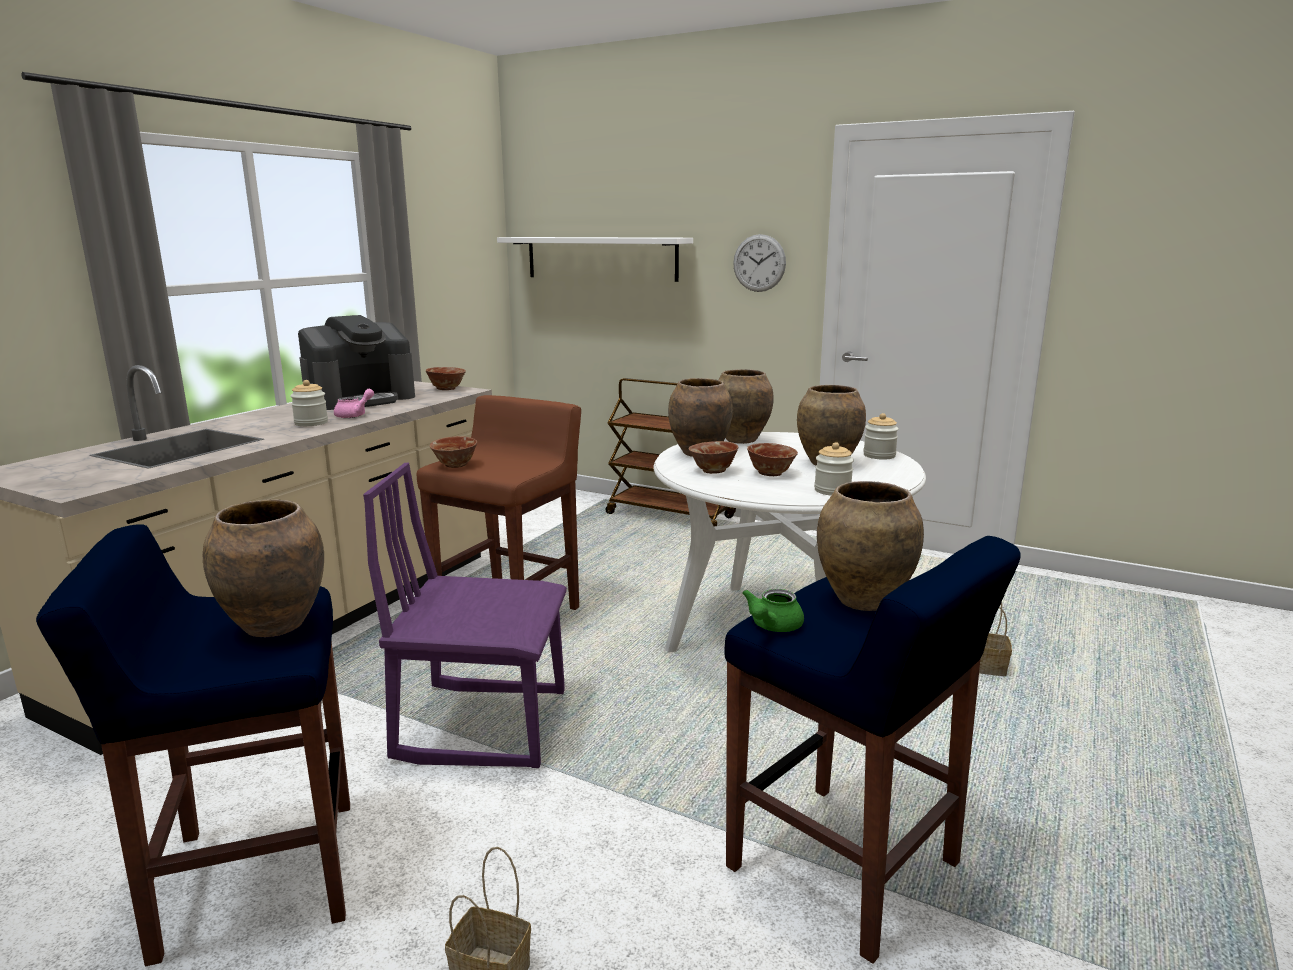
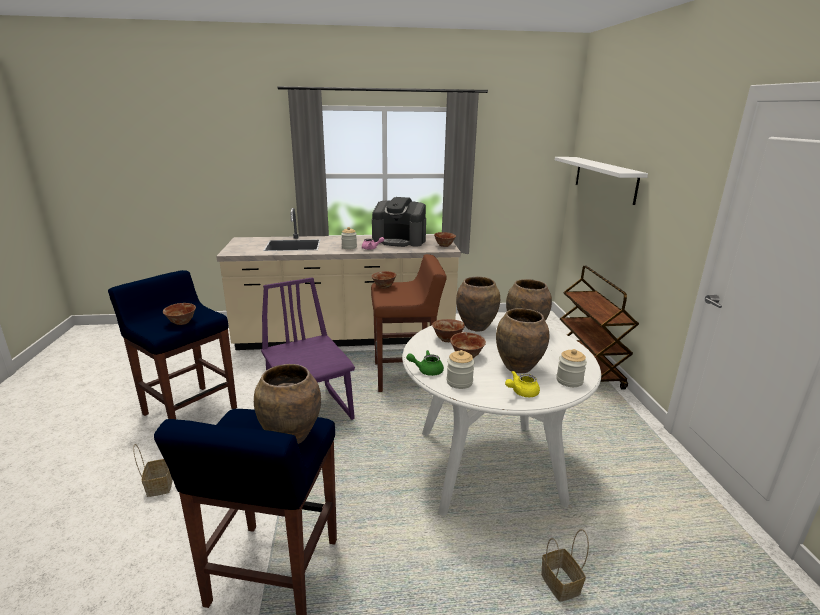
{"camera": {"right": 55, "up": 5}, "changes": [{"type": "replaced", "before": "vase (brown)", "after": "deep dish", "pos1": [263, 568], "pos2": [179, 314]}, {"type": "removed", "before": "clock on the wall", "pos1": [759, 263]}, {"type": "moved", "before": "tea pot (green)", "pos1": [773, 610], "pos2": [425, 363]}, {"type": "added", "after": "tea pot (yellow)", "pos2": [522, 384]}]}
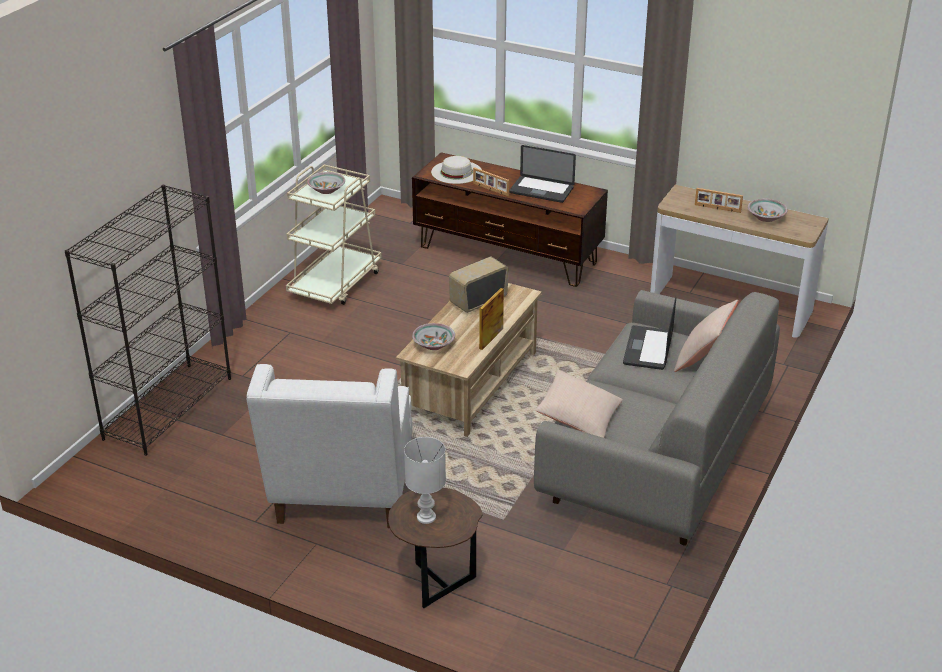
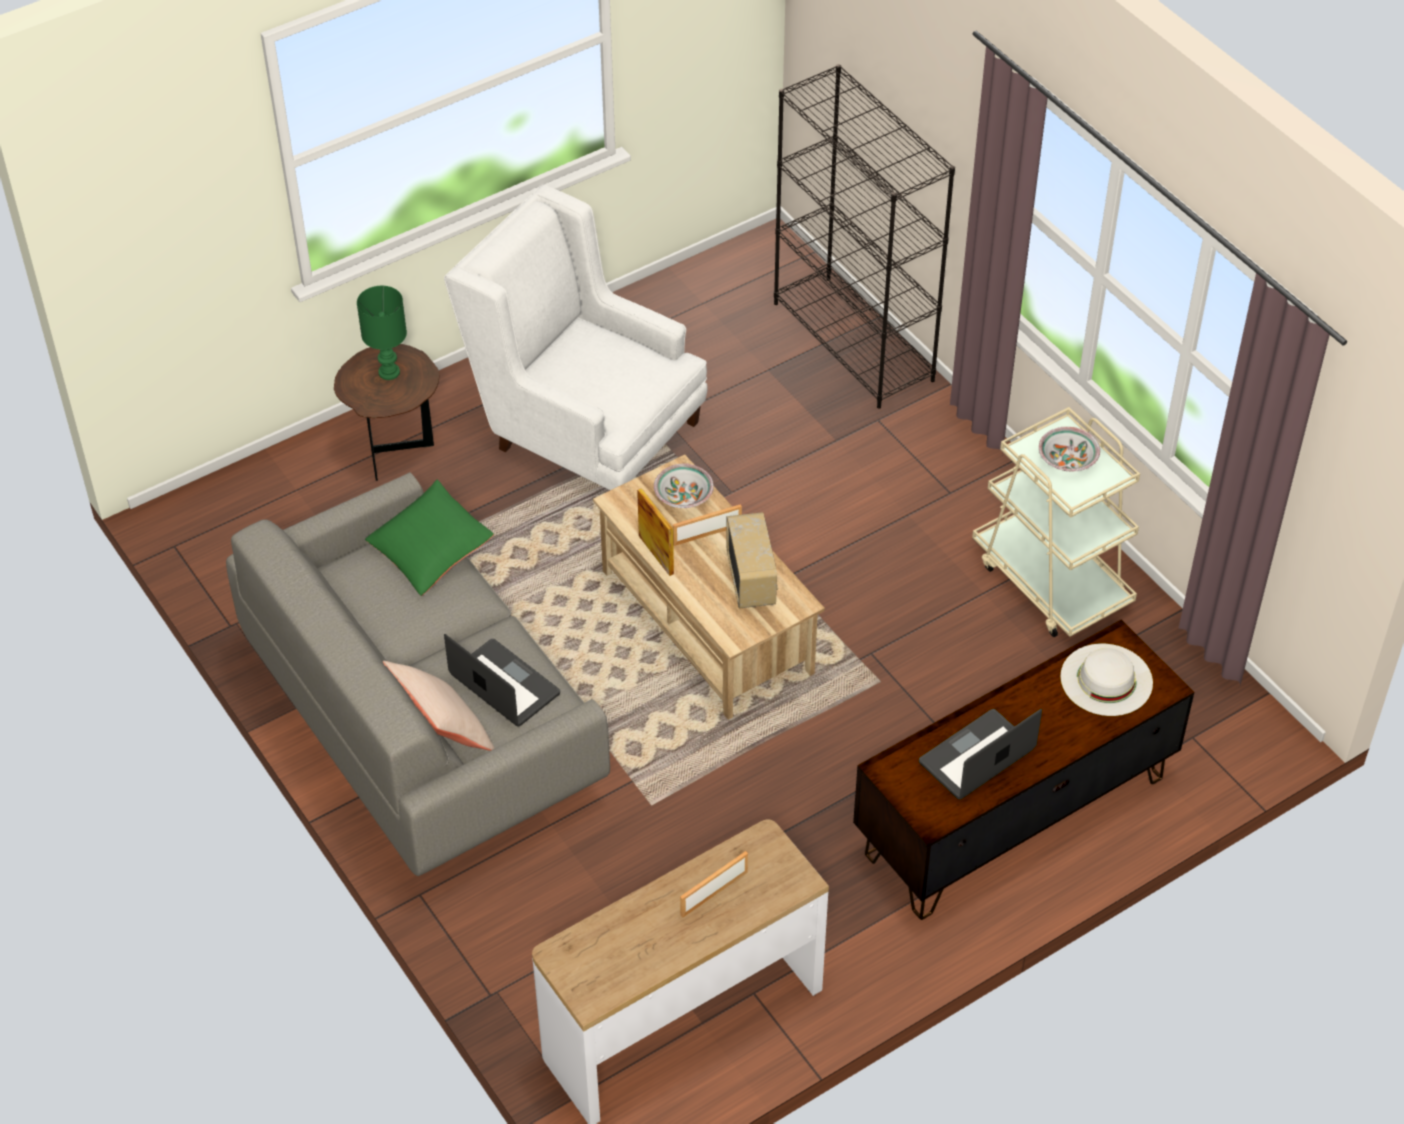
{"camera": {"right": 120, "up": 15}, "changes": [{"type": "recoloured", "before": "tabletop lamp (white)", "after": "tabletop lamp (green)", "pos1": [425, 480], "pos2": [382, 333]}, {"type": "moved", "before": "picture frame", "pos1": [491, 181], "pos2": [707, 525]}, {"type": "recoloured", "before": "cushion (beige)", "after": "cushion (green)", "pos1": [579, 404], "pos2": [429, 538]}, {"type": "removed", "before": "deep dish", "pos1": [768, 210]}]}
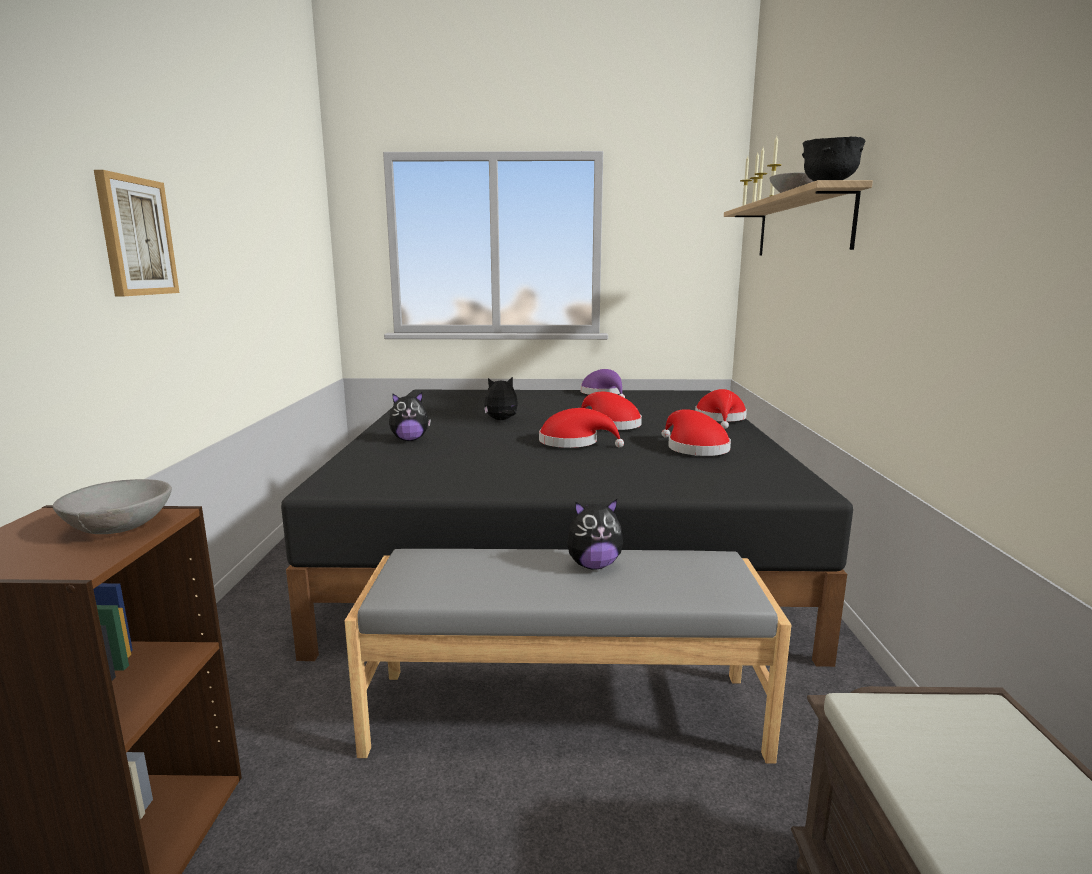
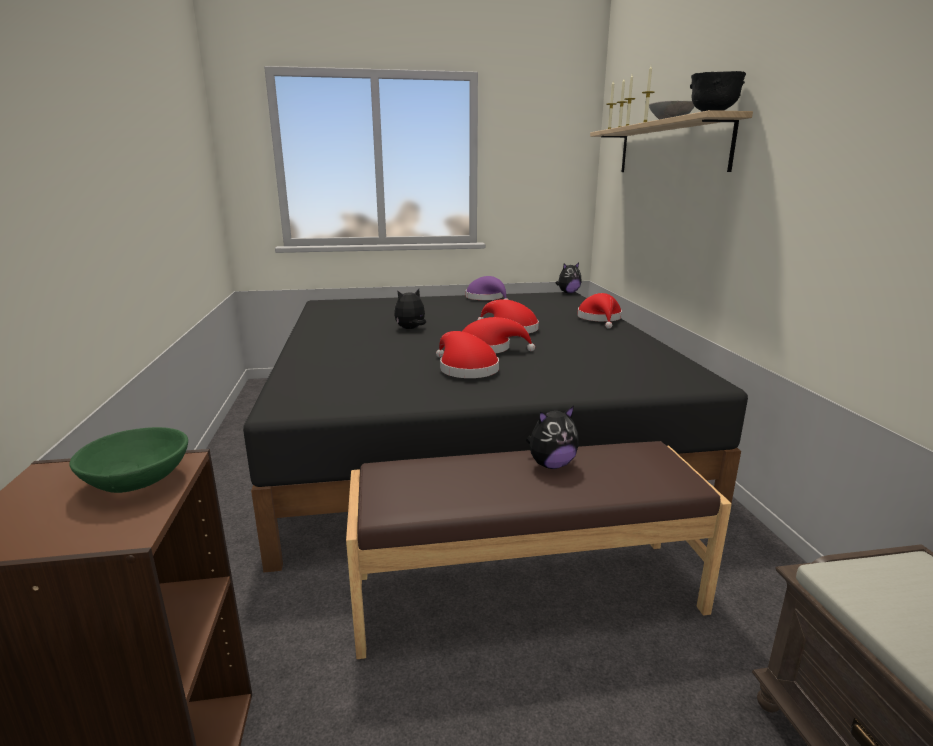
{"camera": {"right": -10, "up": 5}, "changes": [{"type": "recoloured", "before": "deep dish (gray)", "after": "deep dish (green)", "pos1": [112, 506], "pos2": [128, 460]}, {"type": "removed", "before": "picture", "pos1": [137, 233]}, {"type": "recoloured", "before": "long seat (gray)", "after": "long seat (brown)", "pos1": [568, 656], "pos2": [539, 550]}, {"type": "moved", "before": "plush toy", "pos1": [410, 416], "pos2": [568, 278]}, {"type": "moved", "before": "hat (red)", "pos1": [696, 432], "pos2": [467, 354]}]}
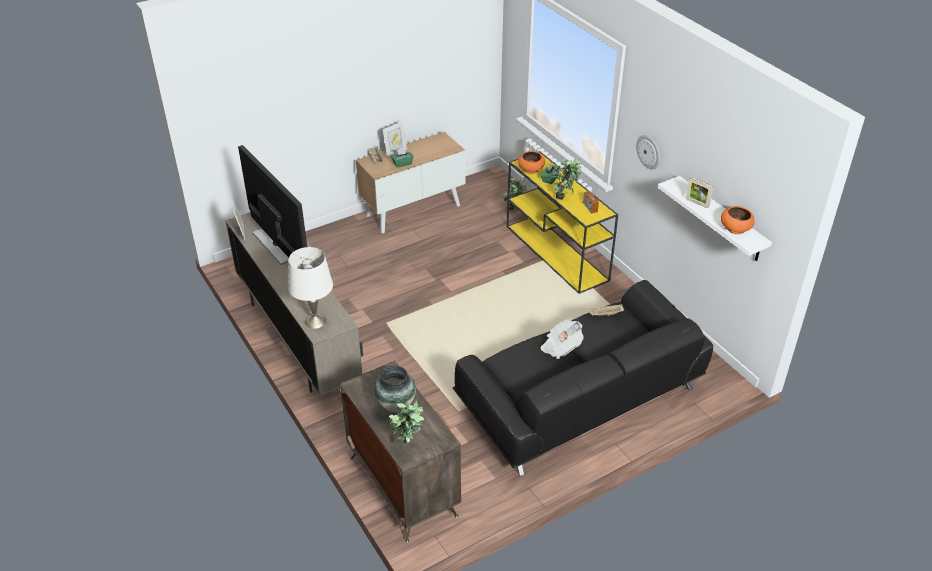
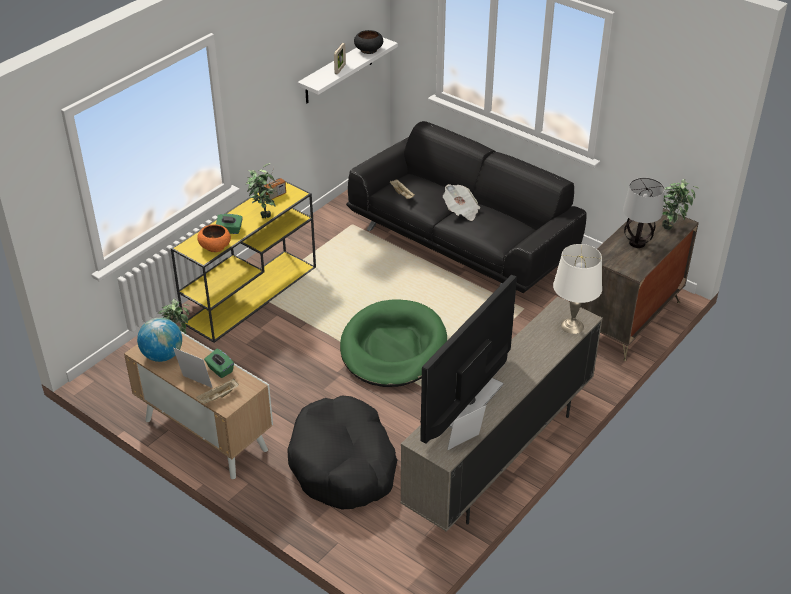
{"camera": {"right": -110, "up": 0}, "changes": [{"type": "replaced", "before": "vase", "after": "tabletop lamp", "pos1": [395, 389], "pos2": [644, 213]}, {"type": "removed", "before": "clock on the wall", "pos1": [648, 152]}, {"type": "recoloured", "before": "deep dish (orange)", "after": "deep dish (black)", "pos1": [738, 220], "pos2": [368, 42]}, {"type": "added", "after": "globe", "pos2": [159, 340]}, {"type": "added", "after": "dog cushion (black)", "pos2": [342, 452]}, {"type": "added", "after": "dog cushion (green)", "pos2": [393, 343]}]}
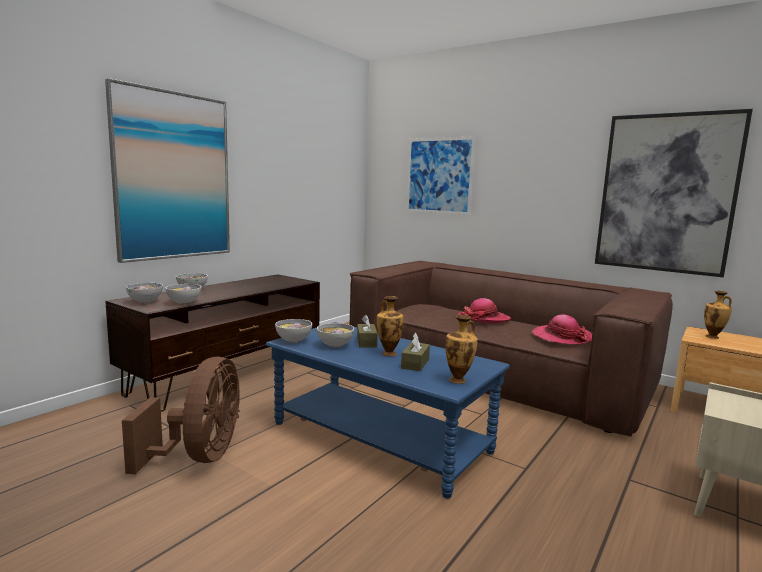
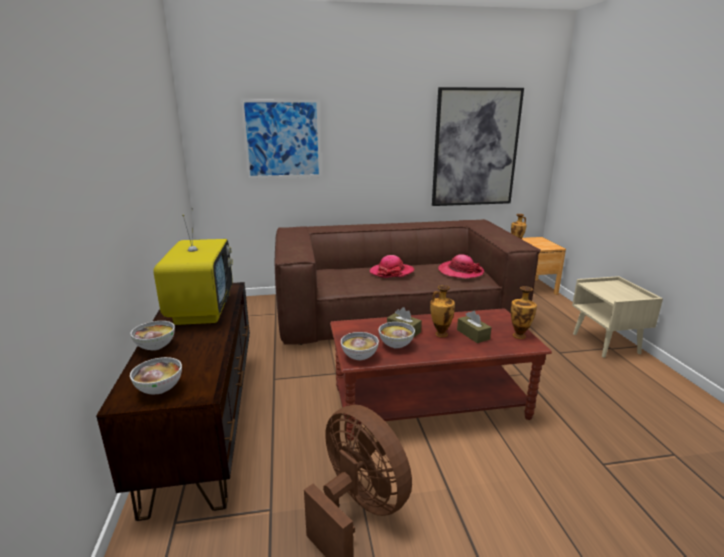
{"camera": {"right": -45, "up": 10}, "changes": [{"type": "removed", "before": "picture", "pos1": [167, 170]}, {"type": "removed", "before": "deep dish", "pos1": [183, 294]}, {"type": "recoloured", "before": "coffee table (blue)", "after": "coffee table (brown)", "pos1": [387, 410], "pos2": [441, 374]}, {"type": "added", "after": "TV", "pos2": [193, 266]}]}
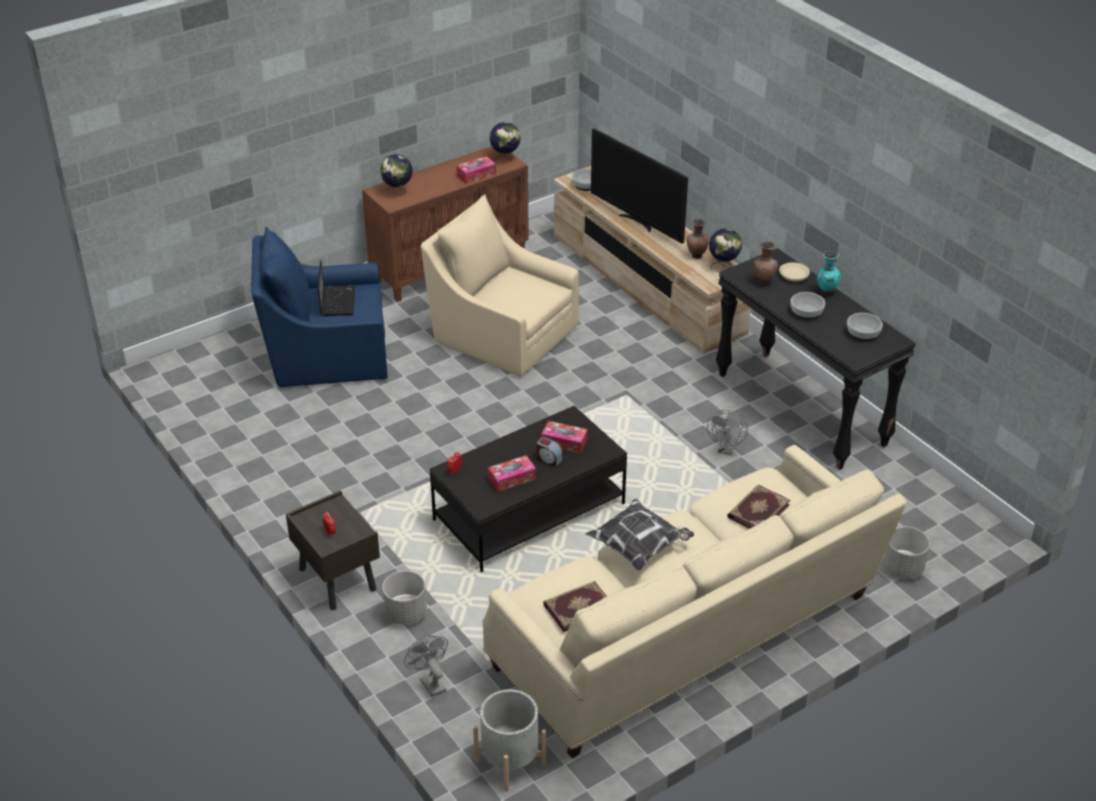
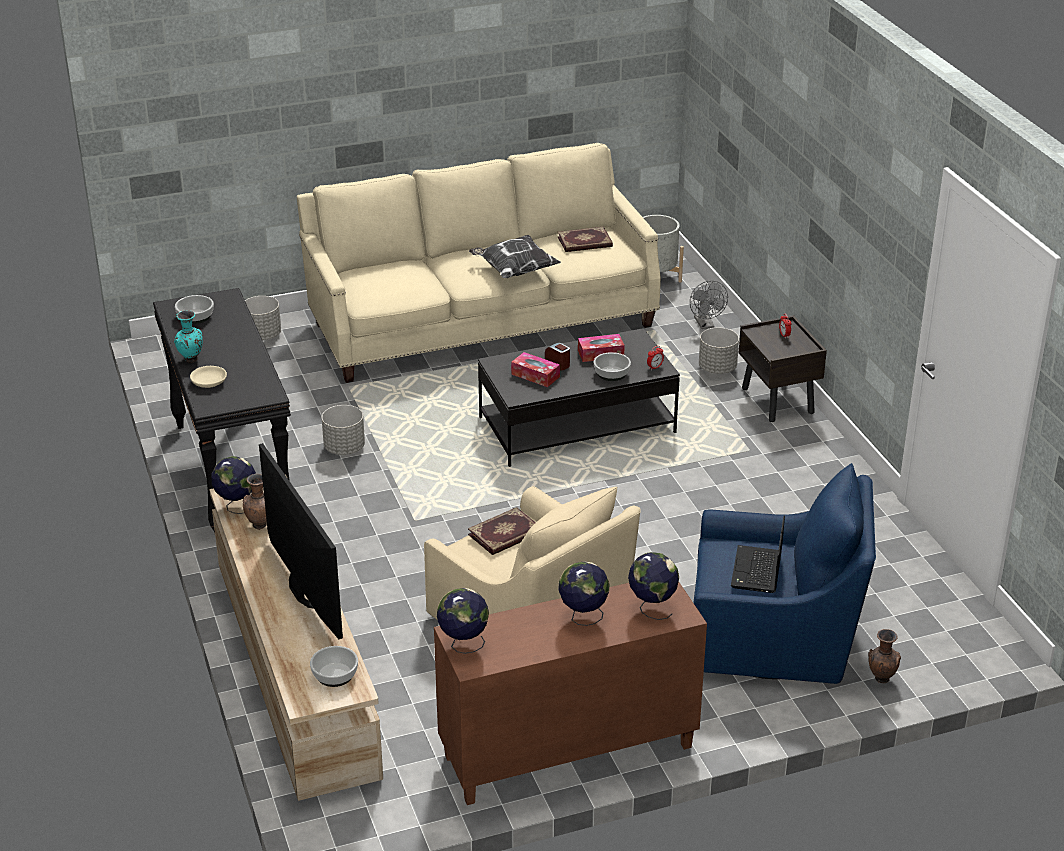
{"camera": {"right": -165, "up": -5}, "changes": [{"type": "removed", "before": "tissue box", "pos1": [476, 170]}, {"type": "replaced", "before": "electric fan (gray)", "after": "flower pot (gray)", "pos1": [727, 432], "pos2": [343, 430]}, {"type": "moved", "before": "volume", "pos1": [758, 507], "pos2": [502, 531]}, {"type": "moved", "before": "vase (brown)", "pos1": [765, 263], "pos2": [884, 656]}, {"type": "moved", "before": "deep dish", "pos1": [807, 306], "pos2": [612, 366]}, {"type": "added", "after": "globe", "pos2": [583, 594]}]}
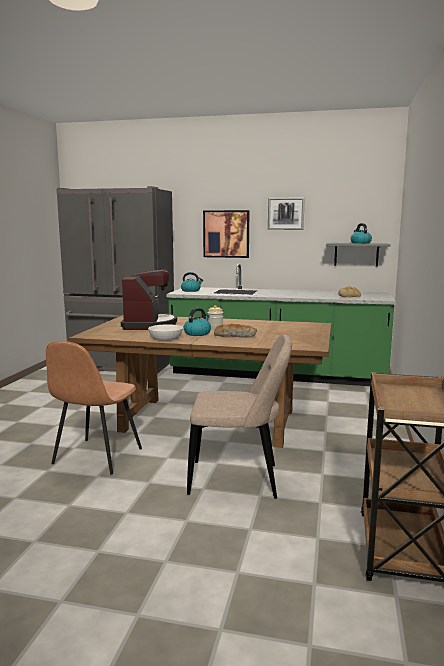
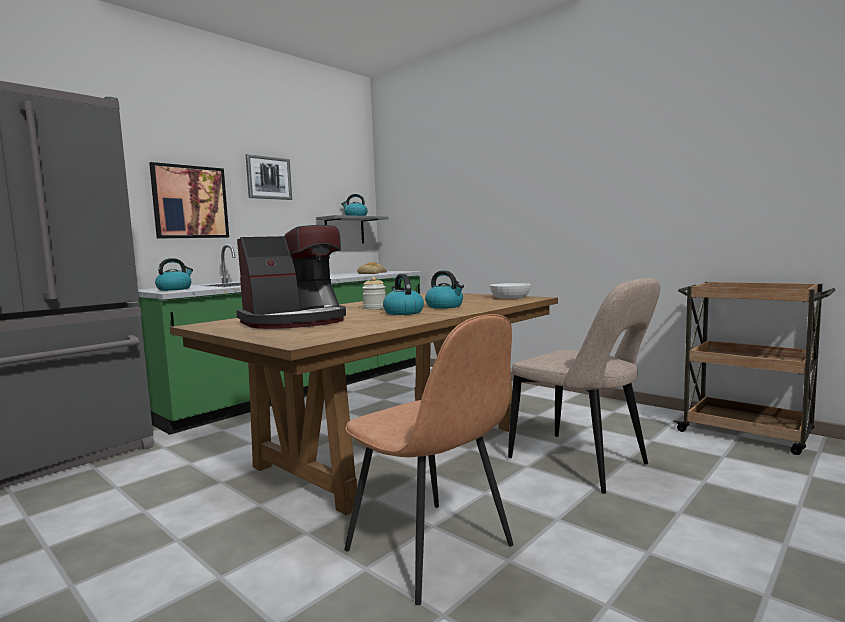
{"camera": {"right": -60, "up": -5}, "changes": [{"type": "turned", "before": "coffee machine", "pos1": [149, 299], "pos2": [291, 277], "turn": 120}, {"type": "moved", "before": "deep dish (white)", "pos1": [165, 332], "pos2": [510, 291]}, {"type": "turned", "before": "upright chair (beige)", "pos1": [239, 416], "pos2": [584, 386], "turn": 105}, {"type": "replaced", "before": "bread", "after": "kettle", "pos1": [235, 330], "pos2": [444, 289]}]}
